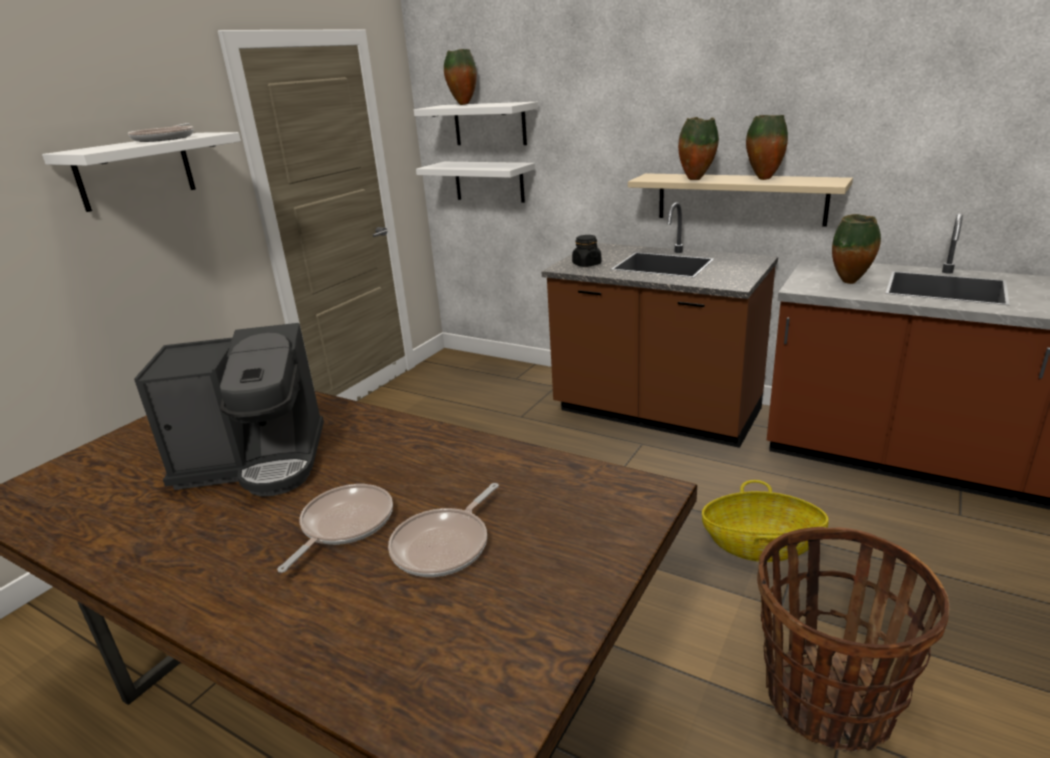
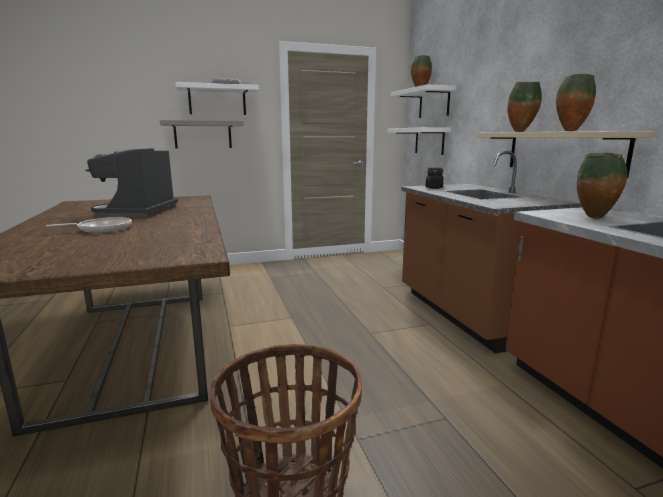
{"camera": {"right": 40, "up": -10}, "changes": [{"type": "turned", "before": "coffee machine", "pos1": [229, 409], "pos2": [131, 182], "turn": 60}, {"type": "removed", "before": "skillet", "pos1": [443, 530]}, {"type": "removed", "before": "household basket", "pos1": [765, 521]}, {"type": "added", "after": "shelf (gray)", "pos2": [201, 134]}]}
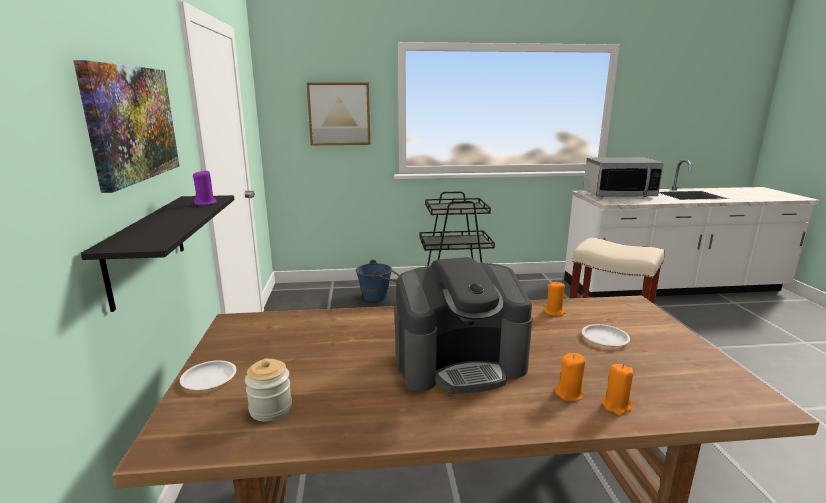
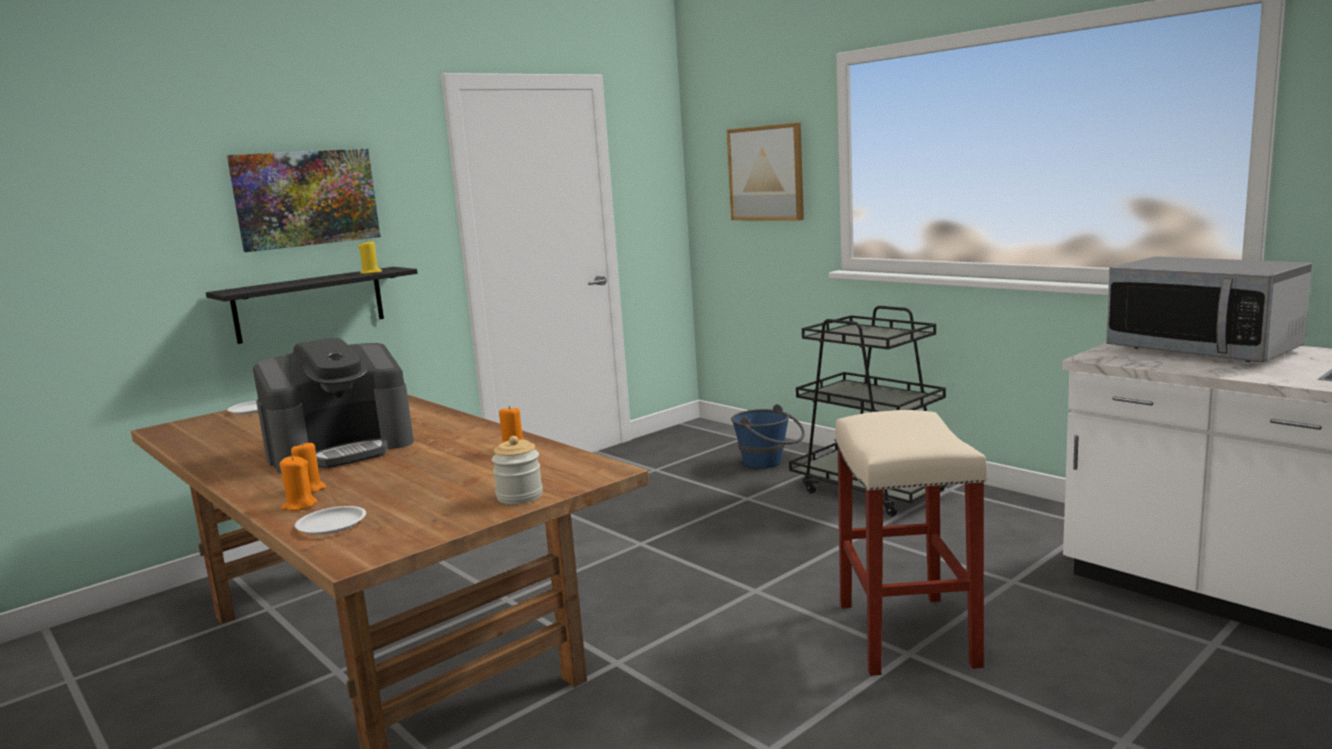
{"camera": {"right": 55, "up": -5}, "changes": [{"type": "recoloured", "before": "wax candle (purplish)", "after": "wax candle (yellow)", "pos1": [205, 187], "pos2": [370, 257]}, {"type": "moved", "before": "jar", "pos1": [268, 389], "pos2": [517, 470]}, {"type": "turned", "before": "coffee machine", "pos1": [463, 325], "pos2": [333, 405], "turn": -75}, {"type": "moved", "before": "dinner plate (white)", "pos1": [606, 335], "pos2": [330, 520]}]}
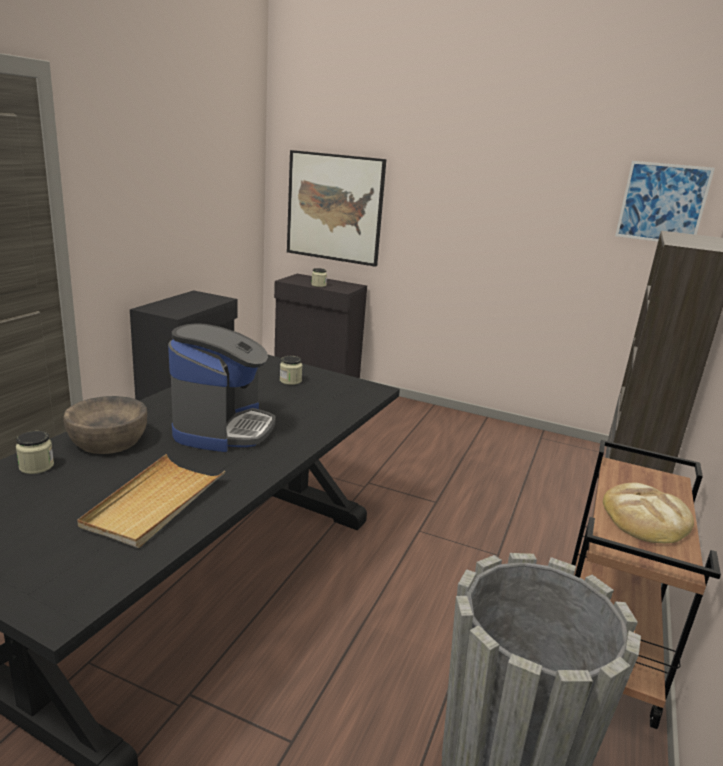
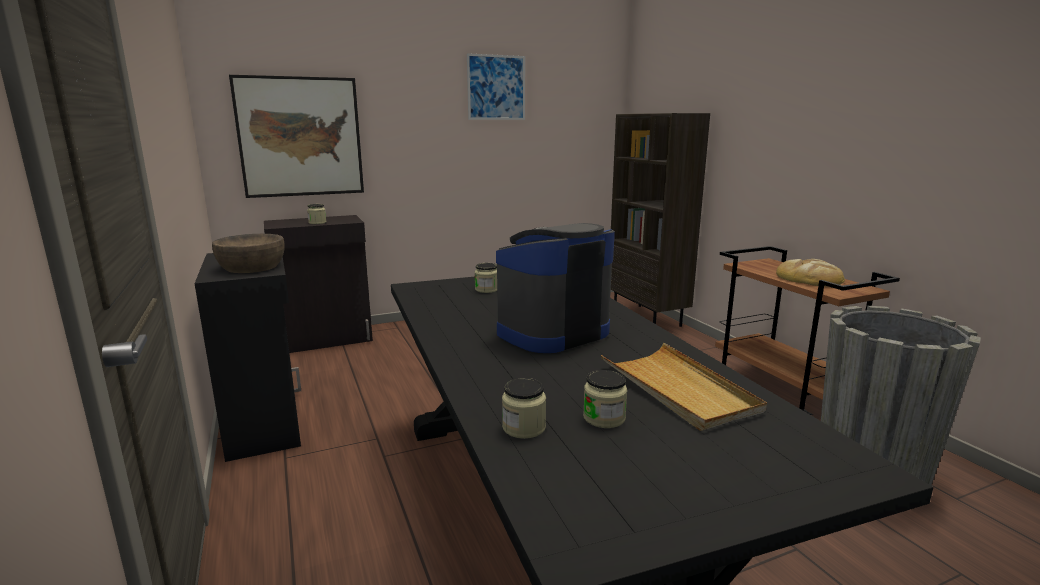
{"camera": {"right": -45, "up": -5}, "changes": [{"type": "moved", "before": "deep dish (brown)", "pos1": [105, 425], "pos2": [248, 253]}, {"type": "turned", "before": "coffee machine", "pos1": [222, 387], "pos2": [555, 288], "turn": -90}, {"type": "moved", "before": "picture", "pos1": [665, 201], "pos2": [496, 86]}, {"type": "added", "after": "jar", "pos2": [605, 399]}]}
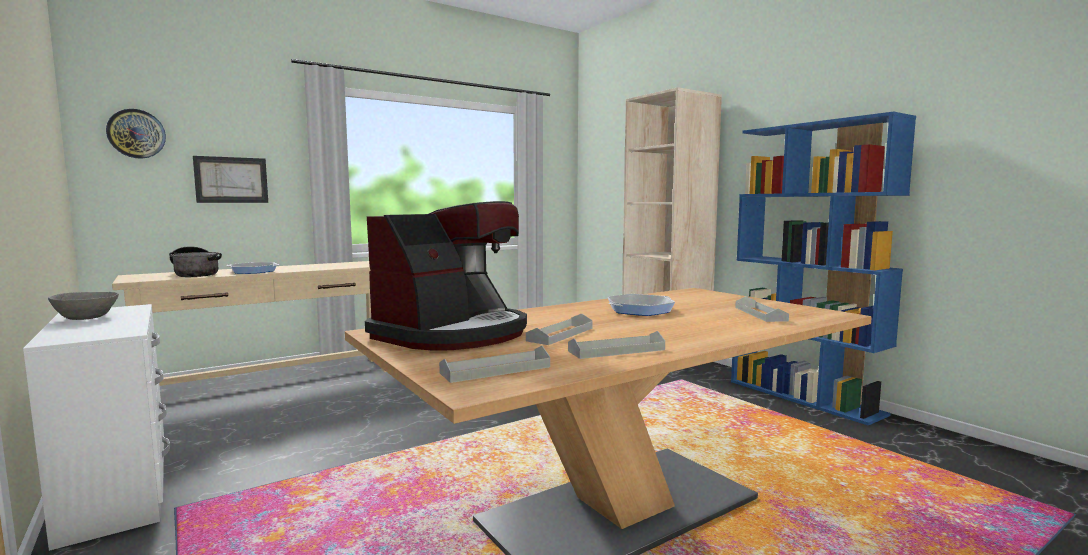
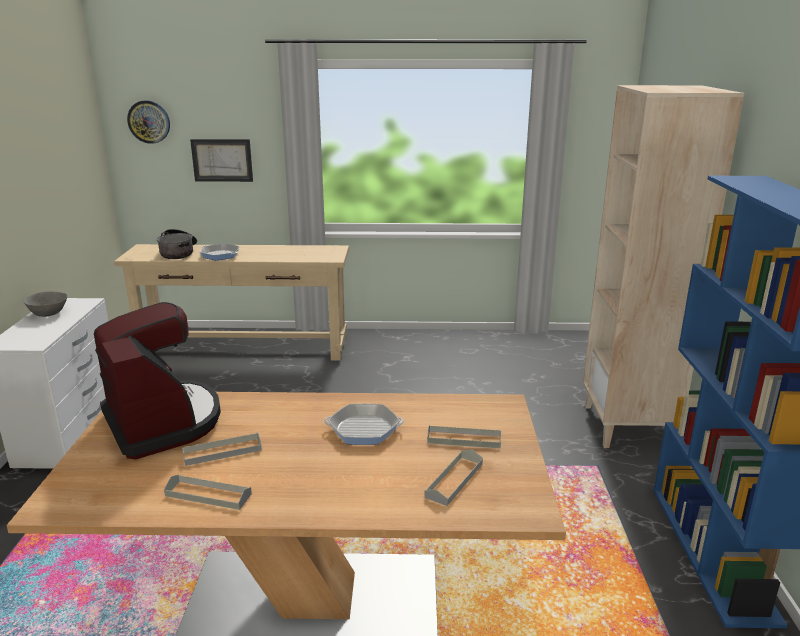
{"camera": {"right": 35, "up": 15}, "changes": [{"type": "turned", "before": "coffee machine", "pos1": [446, 275], "pos2": [157, 380], "turn": -105}, {"type": "moved", "before": "tray (gray)", "pos1": [494, 364], "pos2": [464, 436]}]}
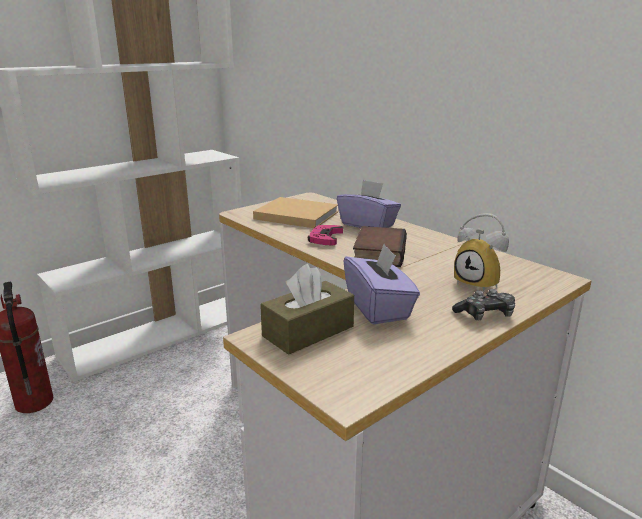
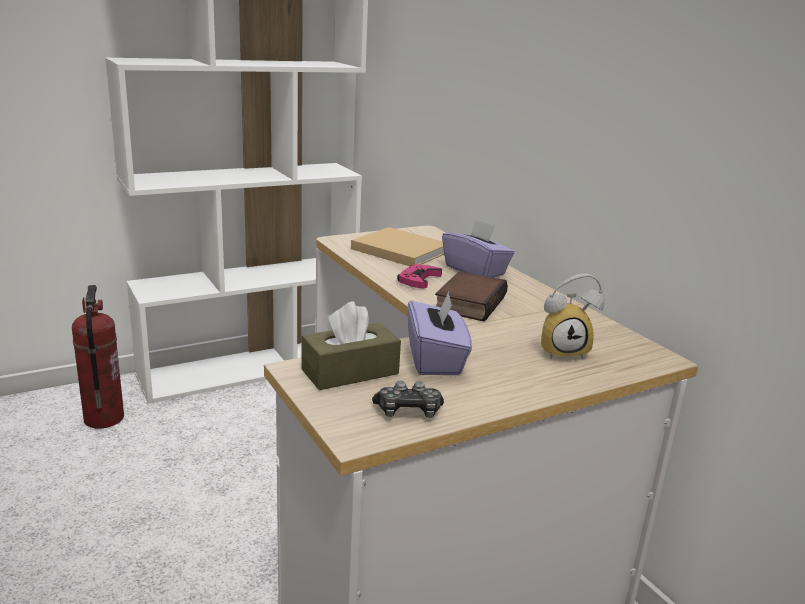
{"camera": {"right": 10, "up": 0}, "changes": [{"type": "moved", "before": "gamepad", "pos1": [483, 304], "pos2": [408, 399]}, {"type": "turned", "before": "alarm clock", "pos1": [481, 253], "pos2": [573, 316], "turn": -60}]}
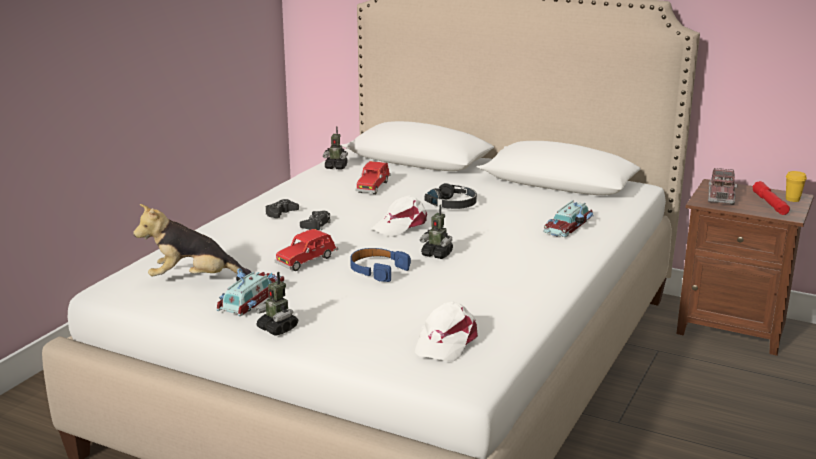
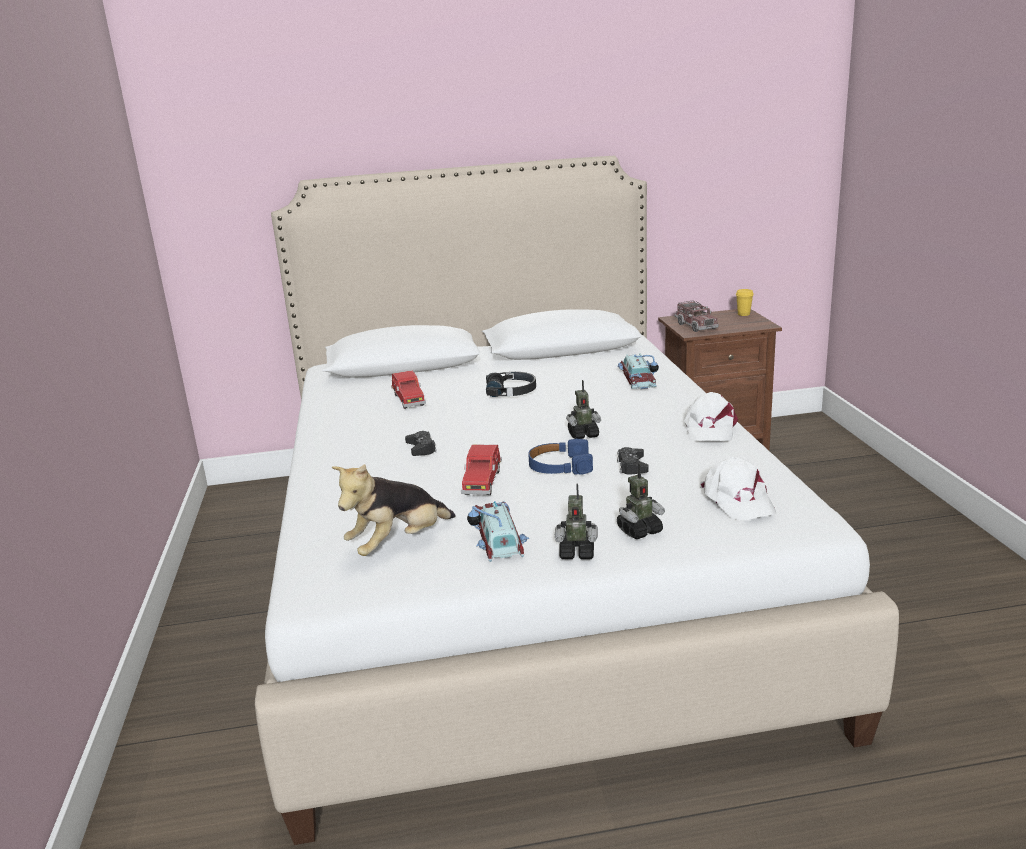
{"camera": {"right": -35, "up": 0}, "changes": [{"type": "moved", "before": "gamepad (black)", "pos1": [282, 208], "pos2": [632, 461]}, {"type": "moved", "before": "robot figure", "pos1": [335, 148], "pos2": [641, 501]}, {"type": "moved", "before": "cap (white)", "pos1": [399, 216], "pos2": [711, 417]}, {"type": "removed", "before": "torch (red)", "pos1": [771, 198]}]}
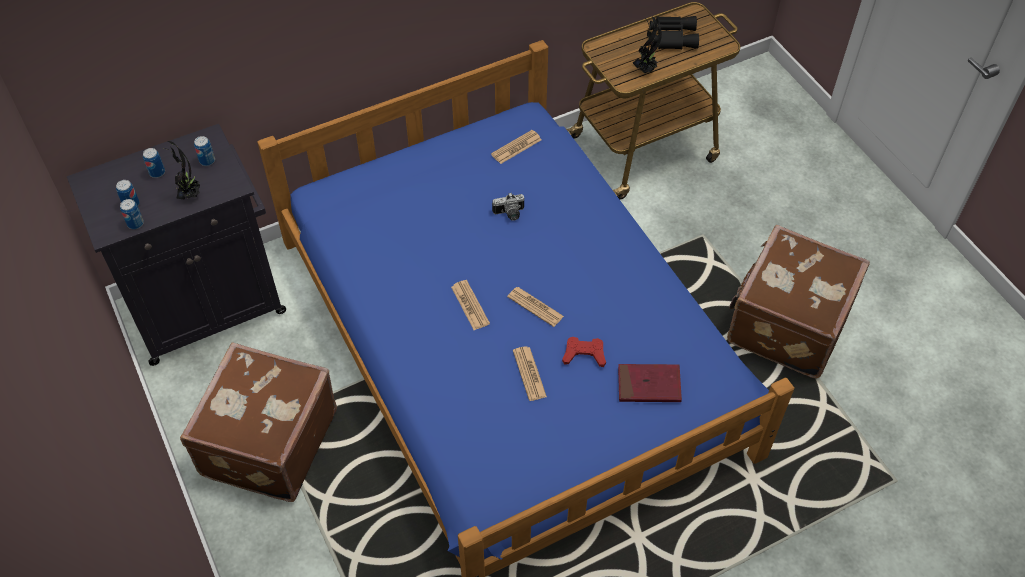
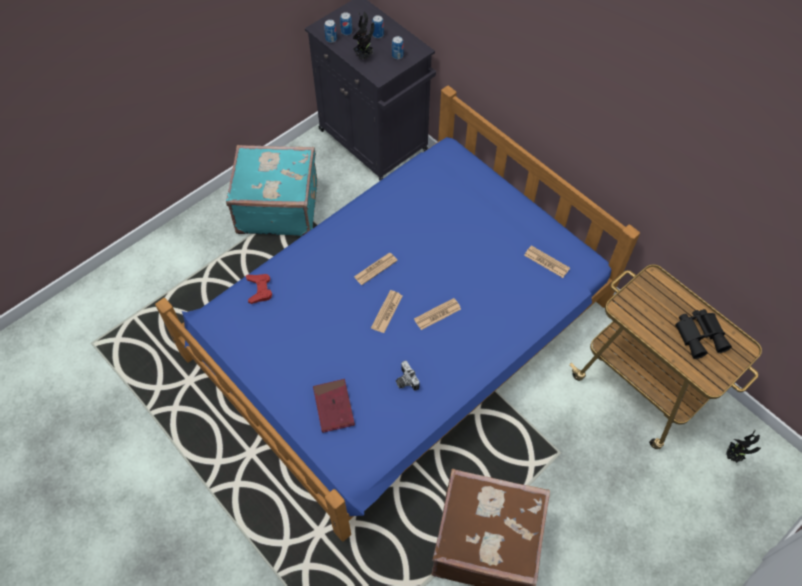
{"camera": {"right": 75, "up": 5}, "changes": [{"type": "recoloured", "before": "suitcase (brown)", "after": "suitcase (turquoise-coloured)", "pos1": [258, 422], "pos2": [271, 190]}, {"type": "moved", "before": "photo camera", "pos1": [508, 207], "pos2": [408, 376]}, {"type": "moved", "before": "newspaper", "pos1": [530, 374], "pos2": [437, 314]}, {"type": "moved", "before": "gamepad (red)", "pos1": [584, 352], "pos2": [259, 289]}, {"type": "moved", "before": "plant in a pot", "pos1": [647, 44], "pos2": [743, 446]}]}
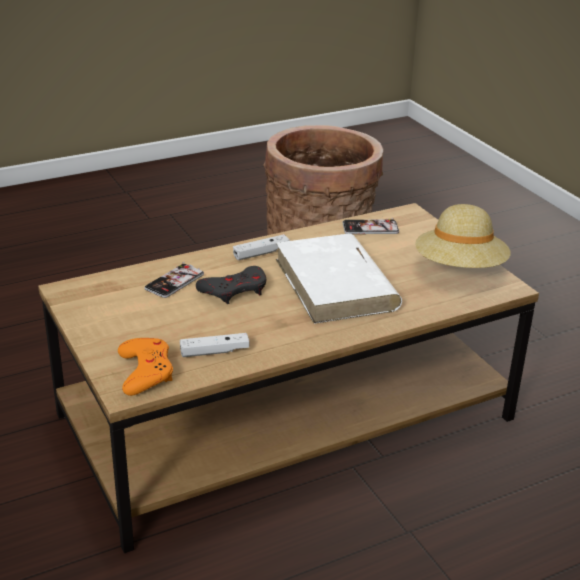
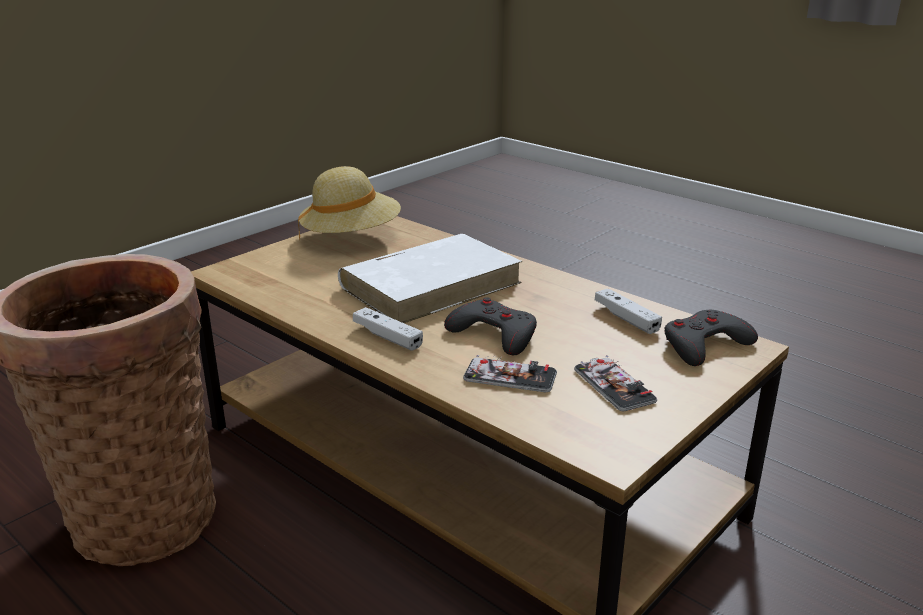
{"camera": {"right": -110, "up": -5}, "changes": [{"type": "recoloured", "before": "gamepad (orange)", "after": "gamepad (gray)", "pos1": [145, 367], "pos2": [711, 337]}, {"type": "moved", "before": "telephone", "pos1": [370, 225], "pos2": [615, 383]}]}
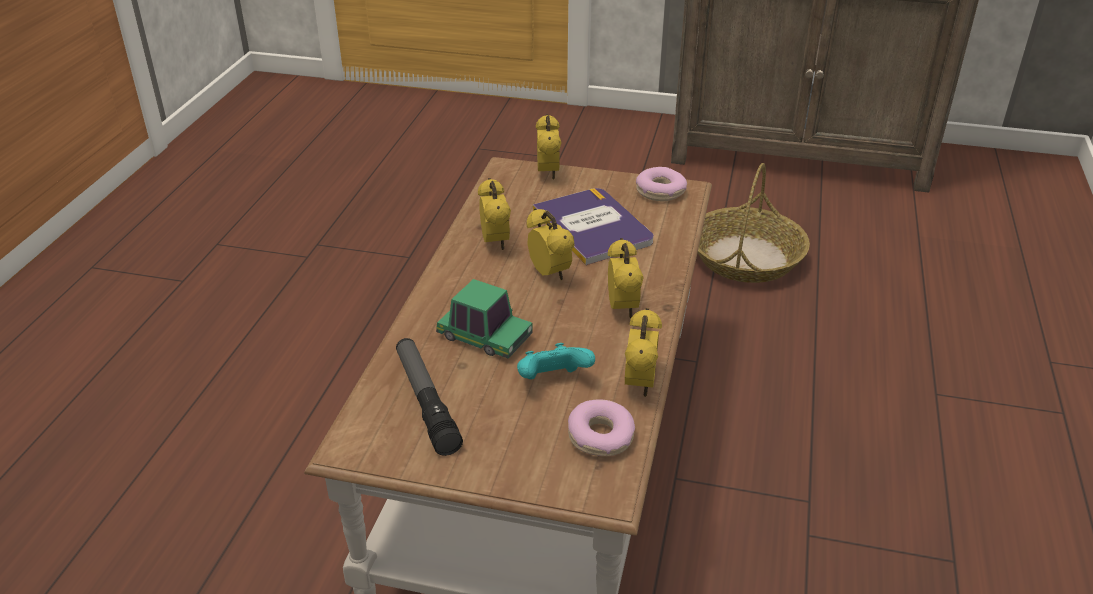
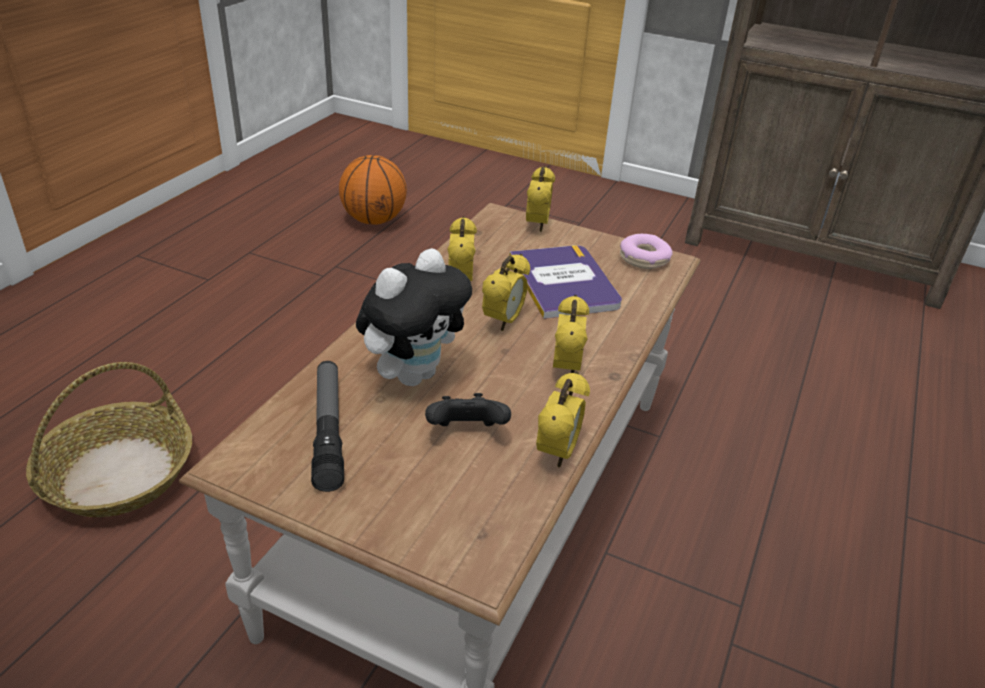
{"camera": {"right": 10, "up": 0}, "changes": [{"type": "replaced", "before": "toy car", "after": "plush toy", "pos1": [484, 319], "pos2": [414, 317]}, {"type": "recoloured", "before": "gamepad (turquoise-coloured)", "after": "gamepad (black)", "pos1": [556, 361], "pos2": [468, 409]}, {"type": "turned", "before": "alarm clock", "pos1": [550, 244], "pos2": [506, 292], "turn": 45}, {"type": "removed", "before": "ring doughnut", "pos1": [601, 427]}, {"type": "moved", "before": "household basket", "pos1": [754, 223], "pos2": [109, 439]}, {"type": "added", "after": "ball for basketball", "pos2": [373, 190]}]}
